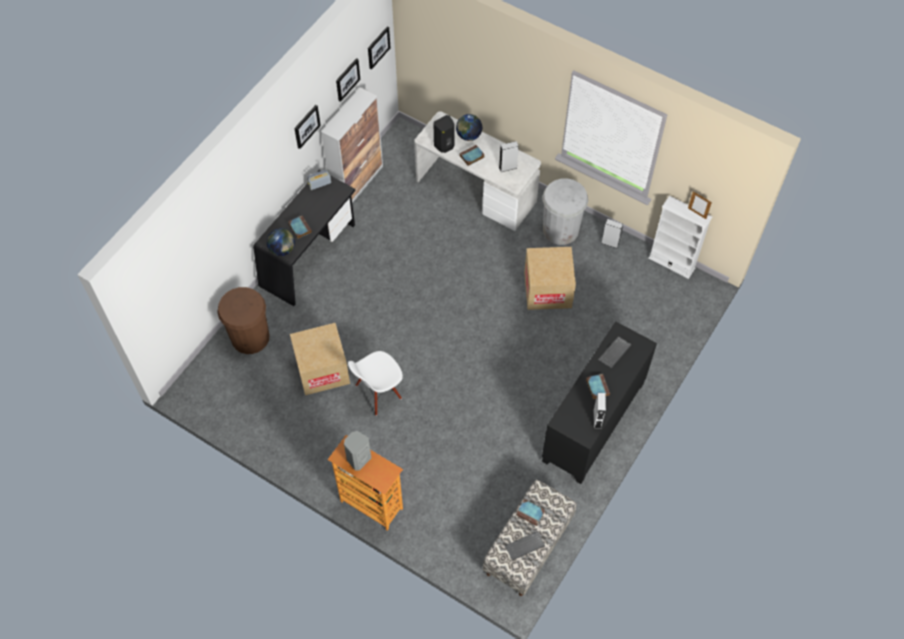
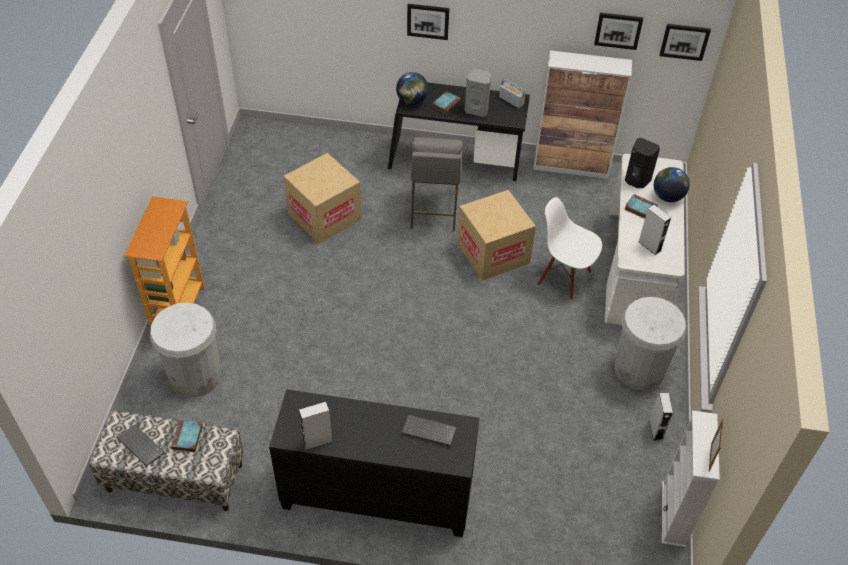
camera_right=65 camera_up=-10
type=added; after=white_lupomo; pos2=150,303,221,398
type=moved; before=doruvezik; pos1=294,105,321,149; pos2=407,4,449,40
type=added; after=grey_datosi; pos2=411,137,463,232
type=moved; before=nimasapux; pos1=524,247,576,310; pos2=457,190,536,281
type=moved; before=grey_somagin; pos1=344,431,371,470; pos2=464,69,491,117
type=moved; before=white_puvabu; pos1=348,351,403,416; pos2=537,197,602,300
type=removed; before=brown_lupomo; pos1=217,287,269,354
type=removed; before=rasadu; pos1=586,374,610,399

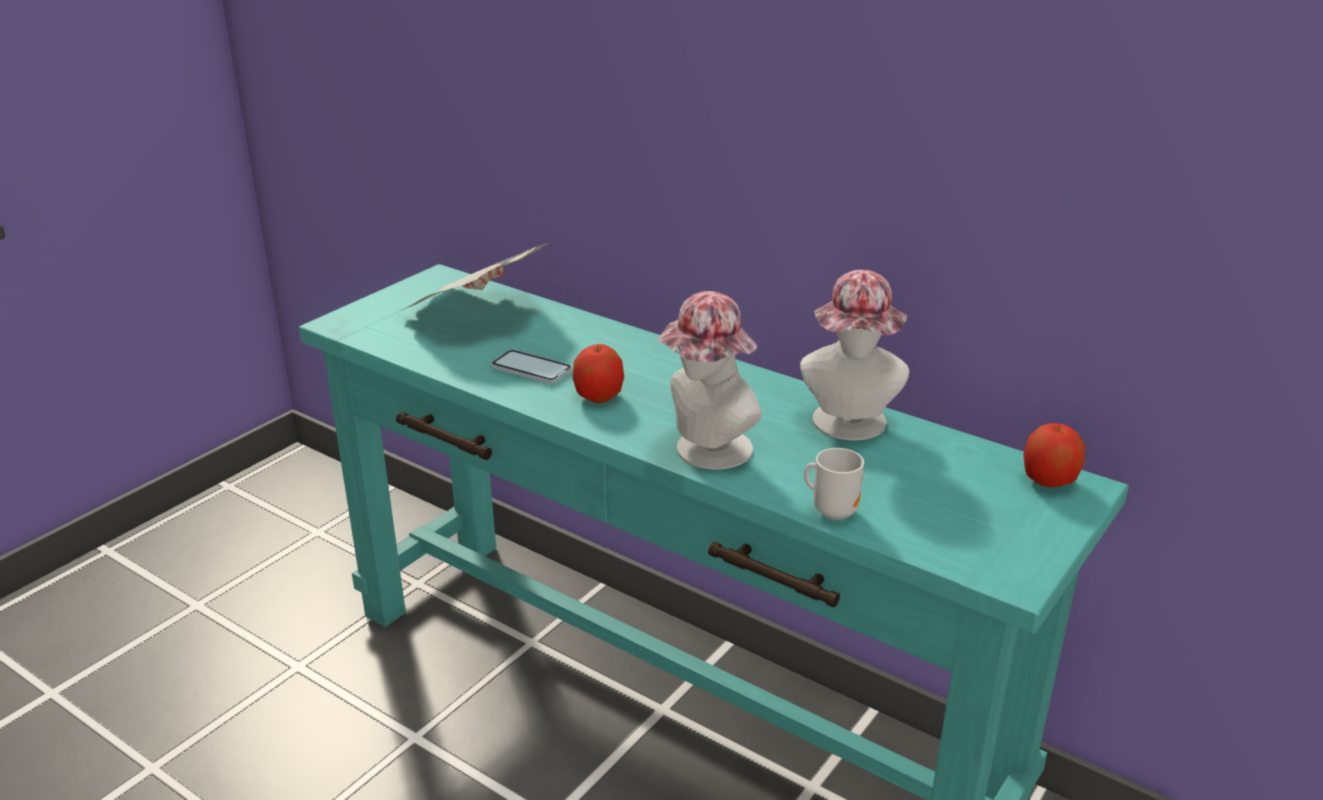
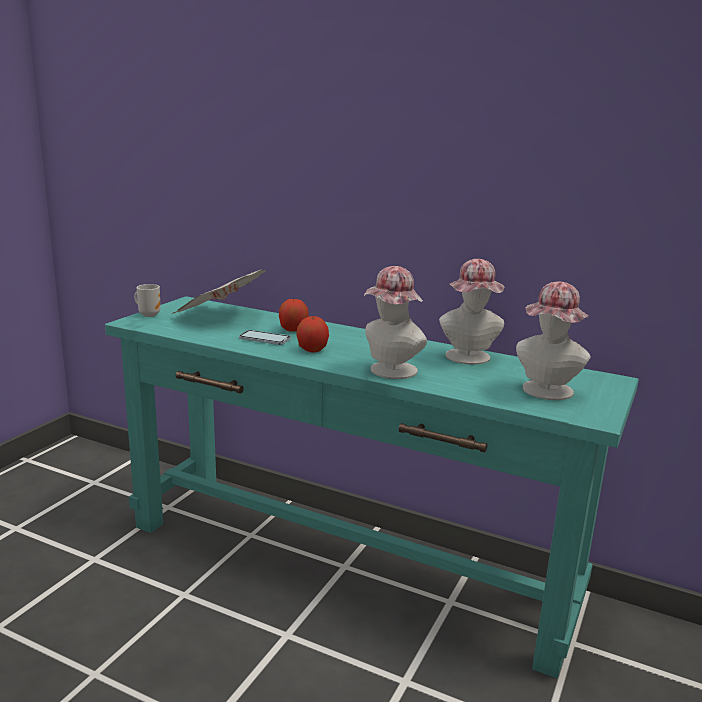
camera_right=-10 camera_up=-10
type=moved; before=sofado; pos1=804,448,864,520; pos2=134,284,161,317
type=moved; before=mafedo; pos1=1023,423,1085,487; pos2=279,298,309,332
type=added; after=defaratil; pos2=516,281,591,400

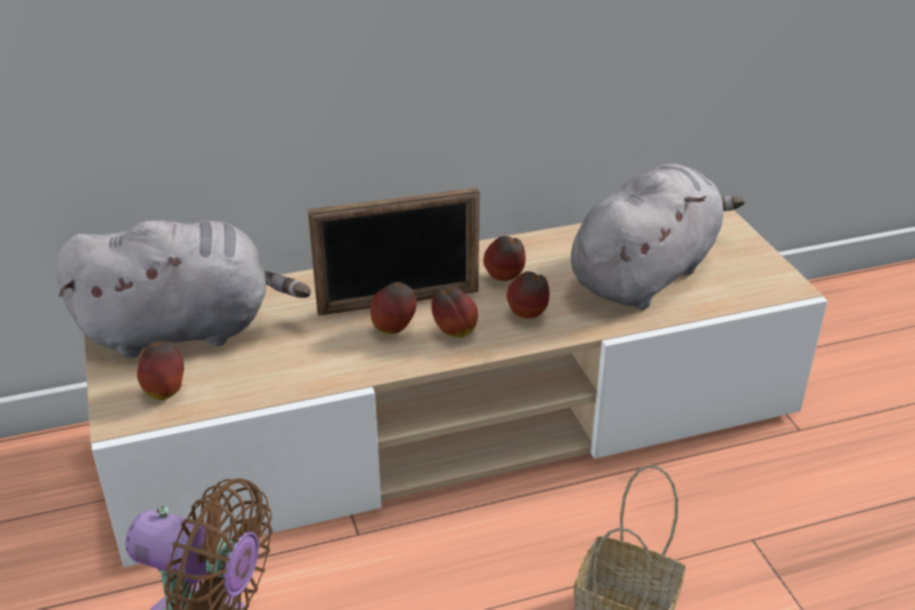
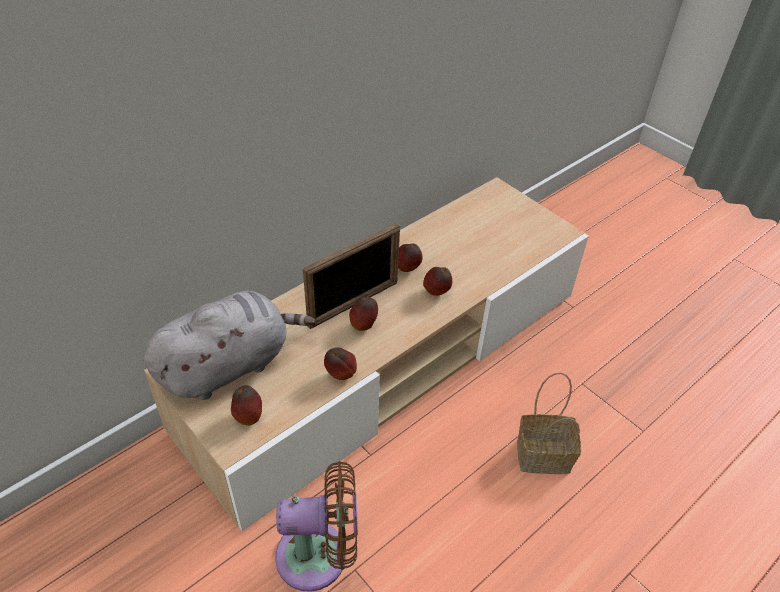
camera_right=-25 camera_up=10
type=moved; before=mafedo; pos1=431,286,478,338; pos2=324,347,357,380
type=removed; before=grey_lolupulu; pos1=571,164,745,309

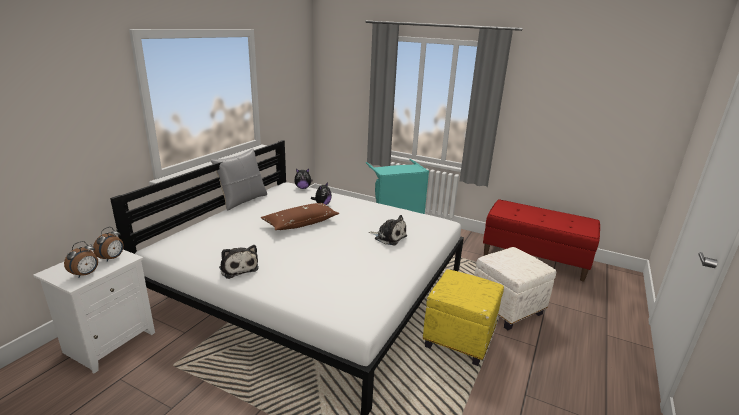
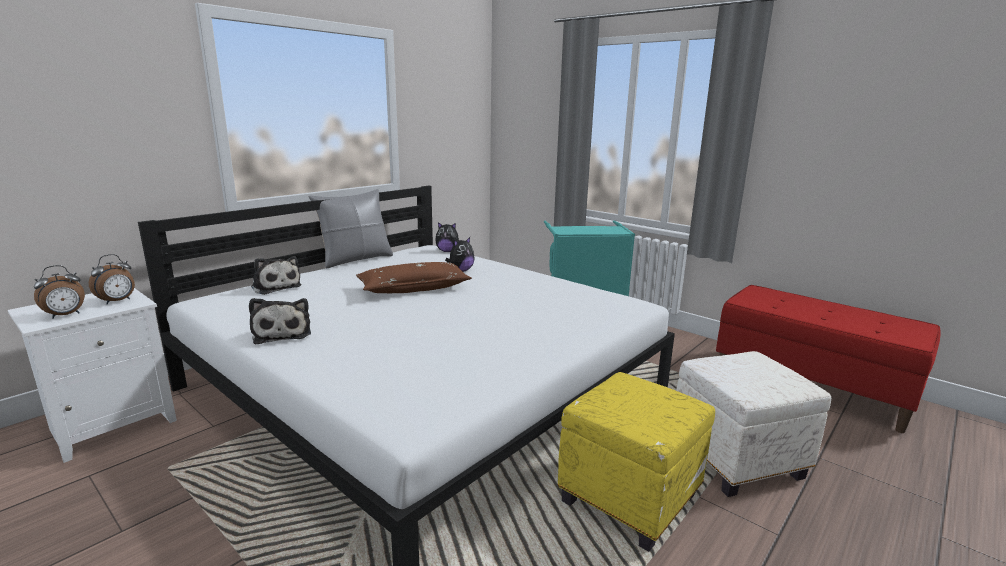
camera_right=15 camera_up=-5
type=moved; before=lolupulu; pos1=369,215,407,245; pos2=251,256,301,295

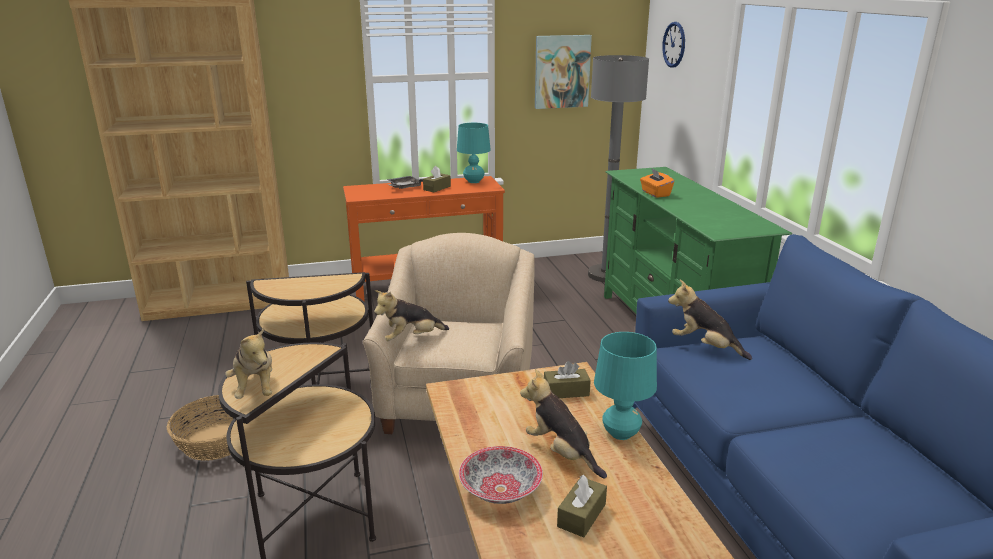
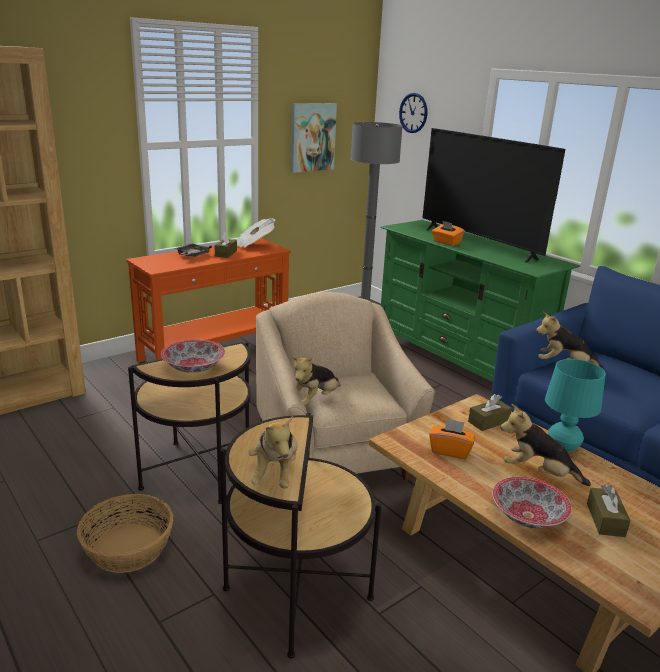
camera_right=-25 camera_up=0
type=added; after=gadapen; pos2=161,339,225,373
type=replaced; before=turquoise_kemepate; after=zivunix; pos1=457,123,491,183; pos2=236,218,276,248
type=turned; before=lolupulu; pos1=225,327,272,399; pos2=249,416,298,488; turn=45
type=added; after=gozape; pos2=423,128,565,263
type=added; after=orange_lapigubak; pos2=429,418,475,459

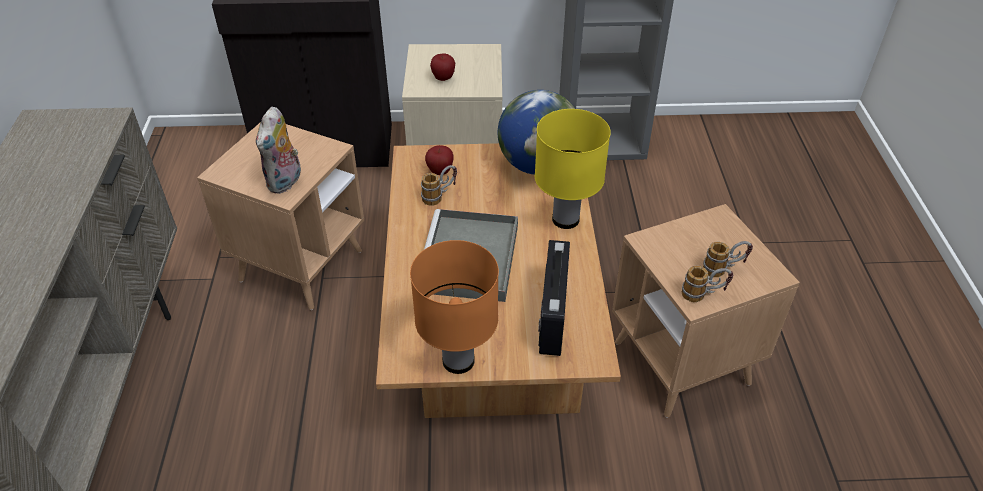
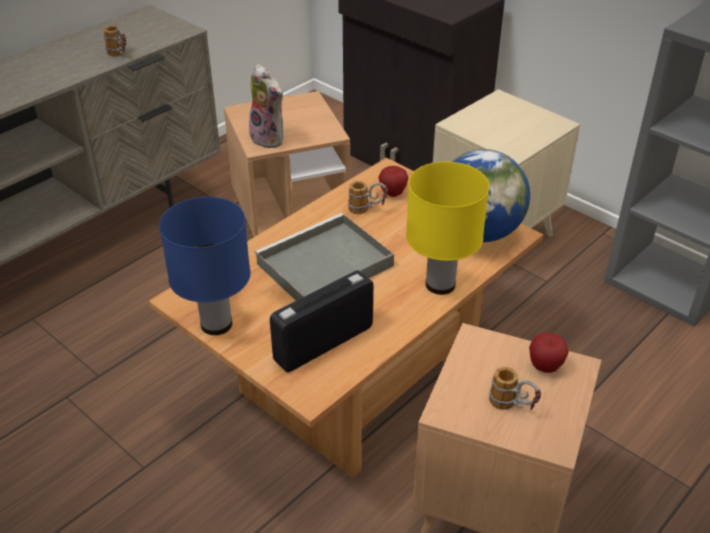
camera_right=45 camera_up=-5
type=moved; before=sofado; pos1=682,266,734,302; pos2=103,25,127,56
type=recoloured; before=orange_kemepate; after=blue_kemepate; pos1=410,240,499,374; pos2=159,197,251,335
type=turned; before=lolupulu; pos1=256,107,301,194; pos2=248,64,284,149; turn=-105
type=moved; before=mafedo; pos1=430,53,455,81; pos2=529,333,569,373

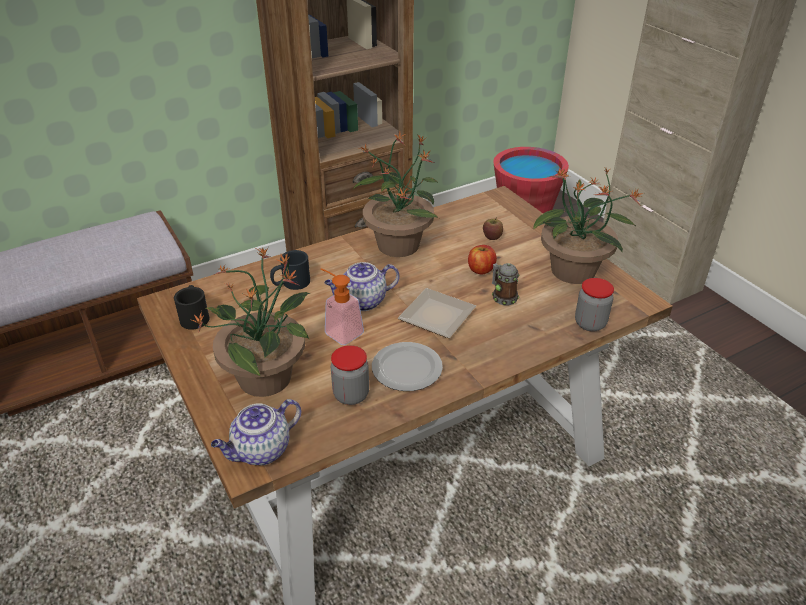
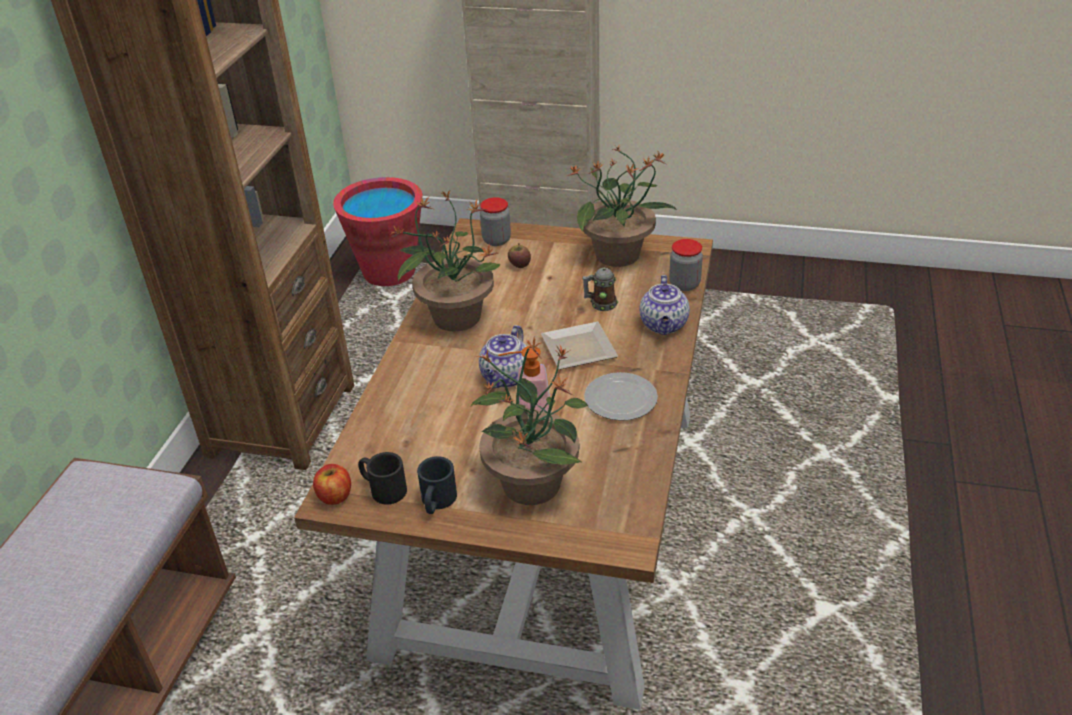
camera_right=-45 camera_up=0
type=moved; before=mafedo; pos1=468,245,497,274; pos2=313,464,351,505
type=moved; before=black_sofado; pos1=270,250,310,290; pos2=417,456,457,514
type=moved; before=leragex; pos1=331,345,369,405; pos2=480,197,511,246
type=moved; before=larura; pos1=211,399,301,465; pos2=639,275,690,335

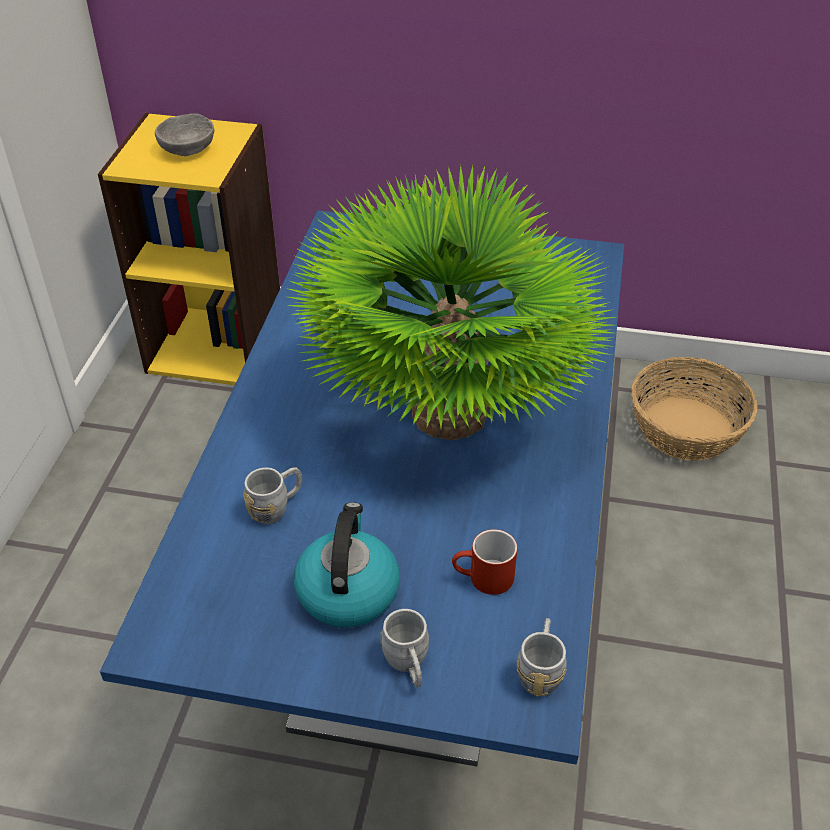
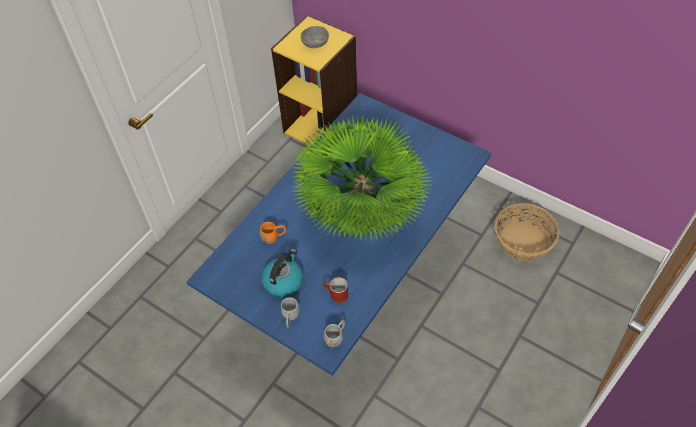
camera_right=25 camera_up=10
type=recoloured; before=grey_sofado; after=orange_sofado; pos1=243,467,302,524; pos2=260,222,286,244

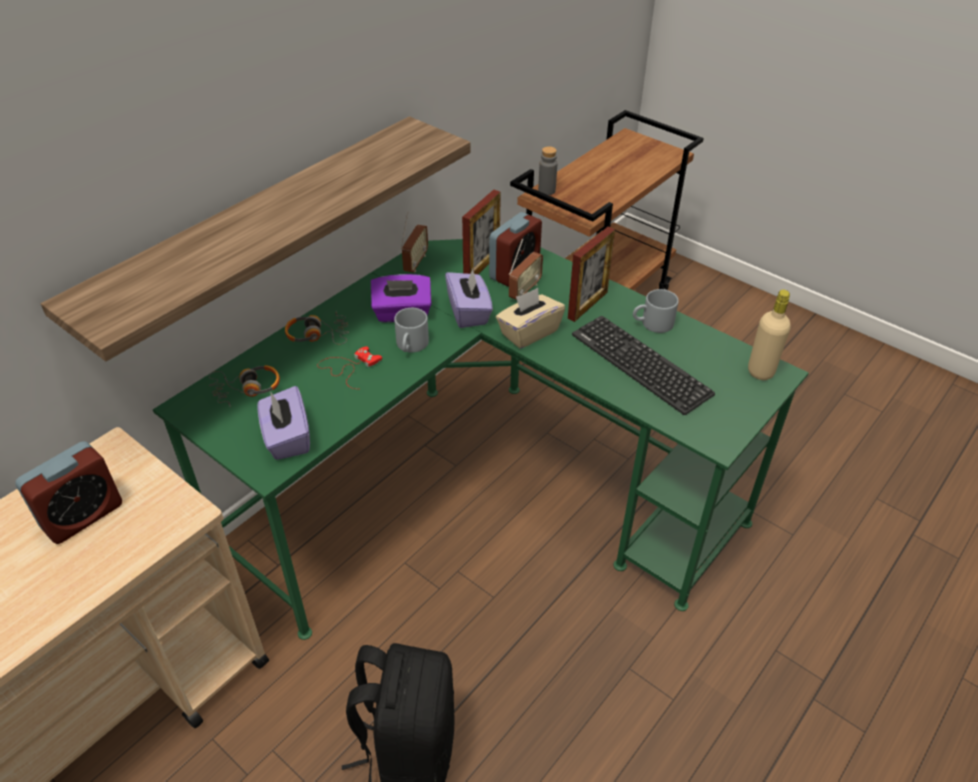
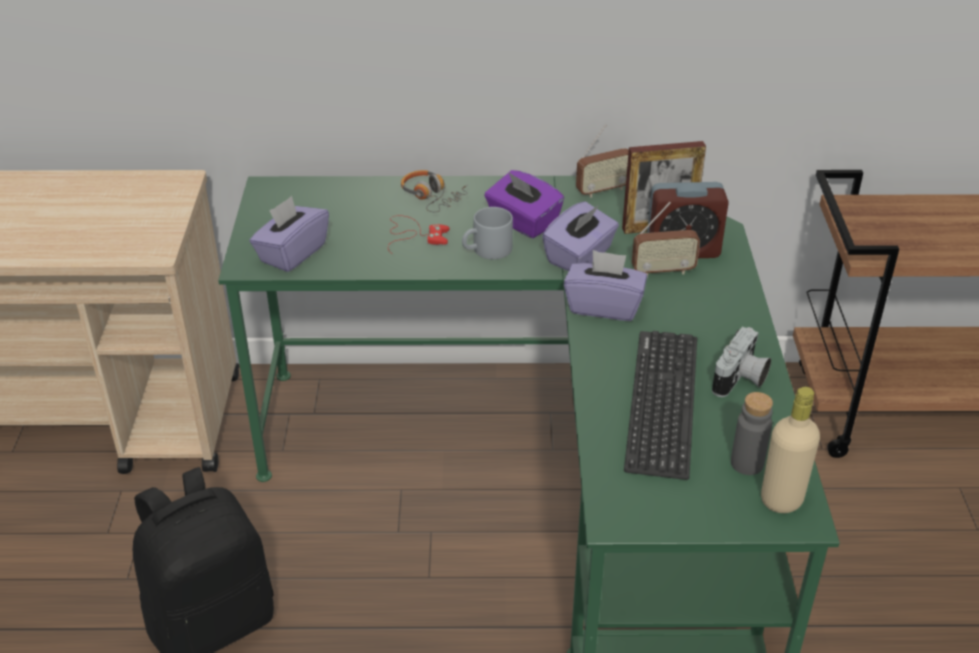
camera_right=50 camera_up=-5
type=recoloured; before=beige_lapigubak; after=purple_lapigubak; pos1=496,288,565,349; pos2=564,250,647,321
type=replaced; before=grey_sofado; after=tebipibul; pos1=633,289,679,333; pos2=712,327,771,397
type=moved; before=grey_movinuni; pos1=538,146,557,195; pos2=731,392,773,475
type=removed; before=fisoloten; pos1=15,441,122,544
type=removed; before=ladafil; pos1=41,116,470,361
type=removed; before=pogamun; pos1=209,365,280,407
type=removed; before=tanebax; pos1=568,227,615,322

